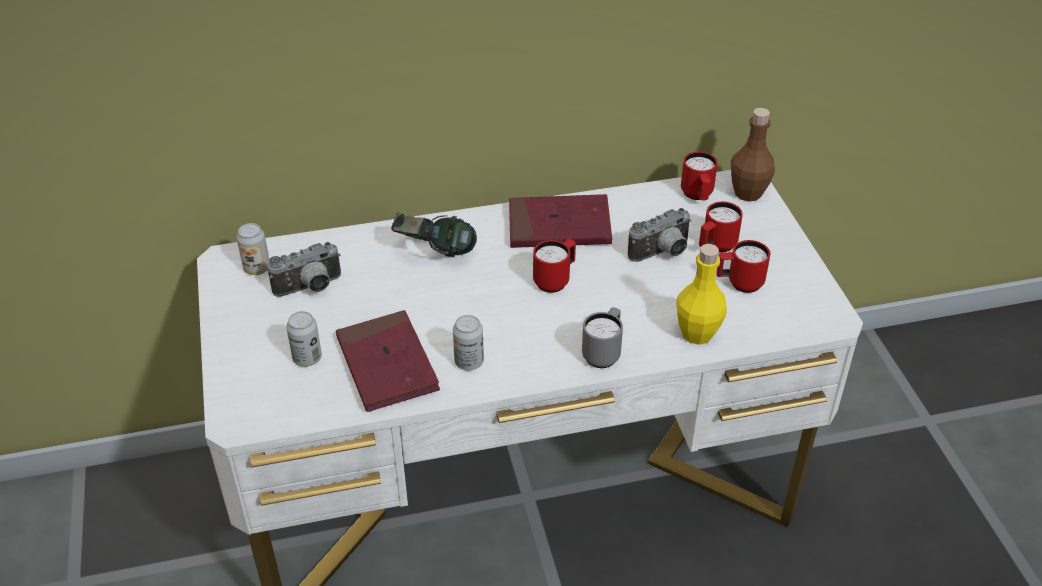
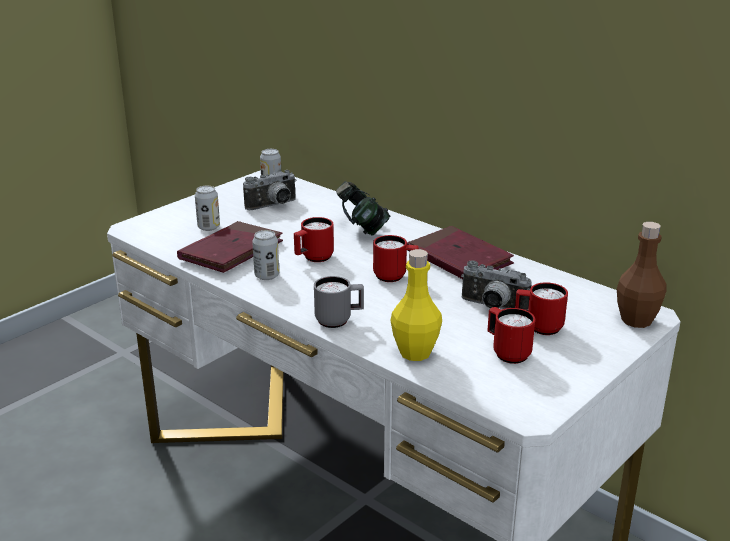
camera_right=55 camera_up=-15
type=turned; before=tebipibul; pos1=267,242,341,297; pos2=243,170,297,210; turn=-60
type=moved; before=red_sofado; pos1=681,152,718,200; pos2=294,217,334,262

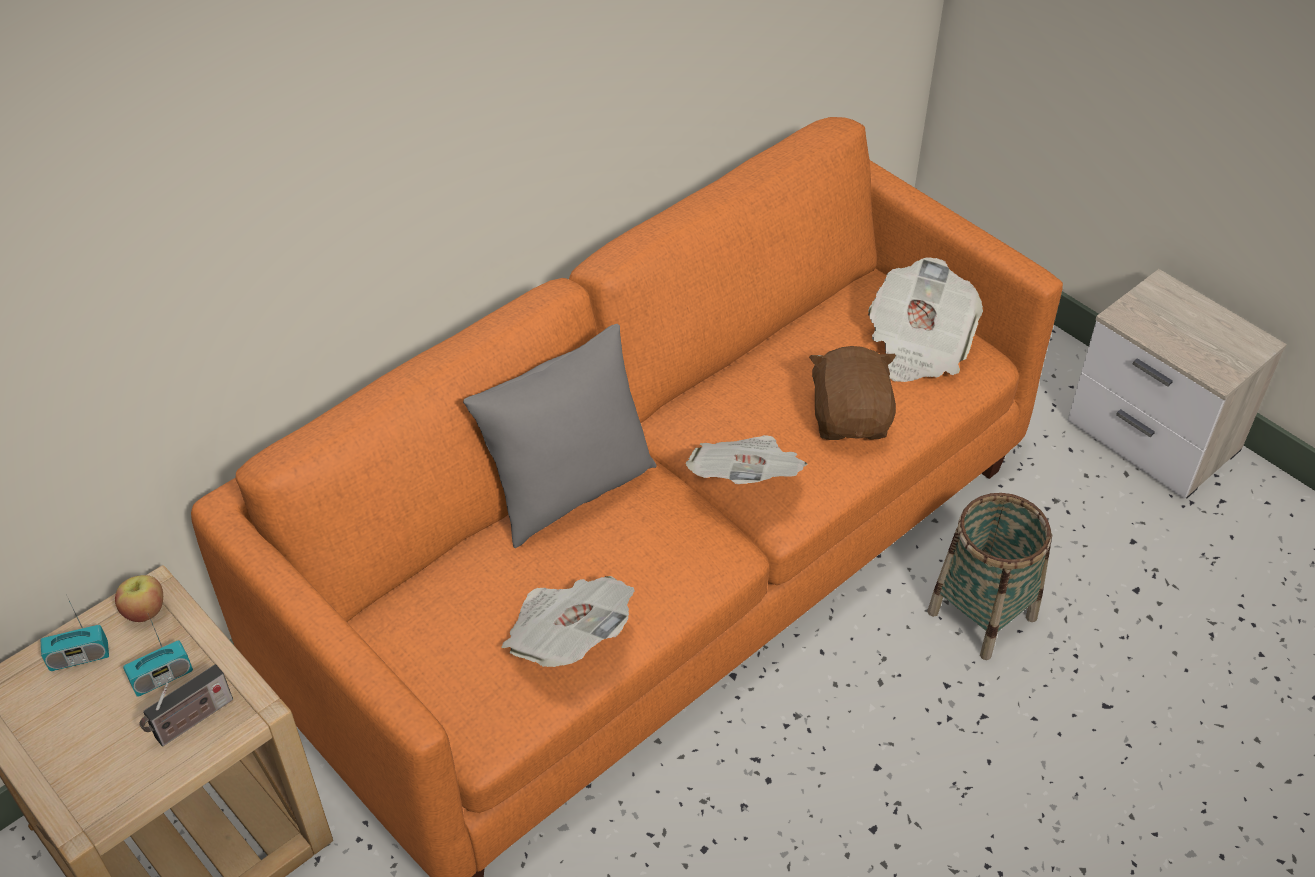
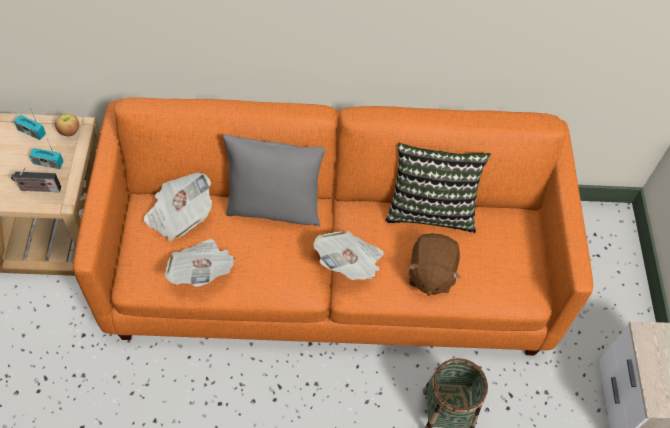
camera_right=40 camera_up=10
type=moved; before=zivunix; pos1=868,257,983,382; pos2=144,173,212,242
type=added; after=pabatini; pos2=386,143,491,233
type=turned; before=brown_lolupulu; pos1=809,346,896,440; pos2=408,233,460,296; turn=150

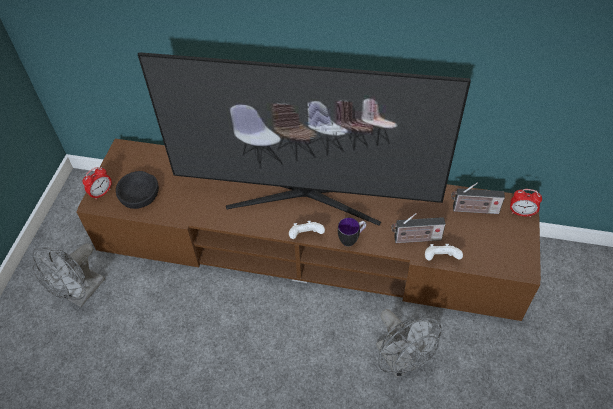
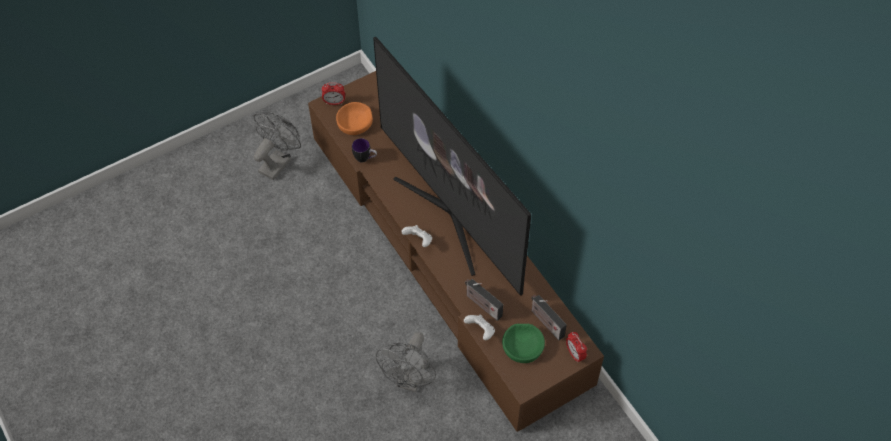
camera_right=45 camera_up=5
type=turned; before=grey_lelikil; pos1=32,243,105,307; pos2=253,112,301,180; turn=135
type=recoloured; before=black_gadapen; after=orange_gadapen; pos1=116,171,159,209; pos2=336,102,373,135
type=moved; before=sofado; pos1=338,218,366,247; pos2=352,138,377,162
type=added; after=green_gadapen; pos2=502,324,545,363

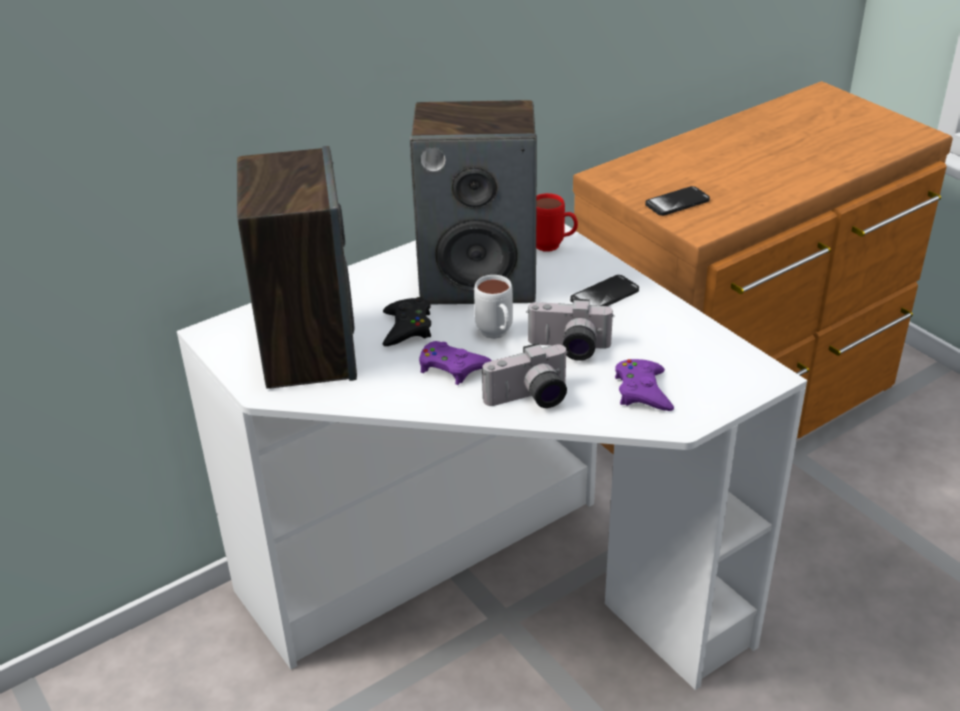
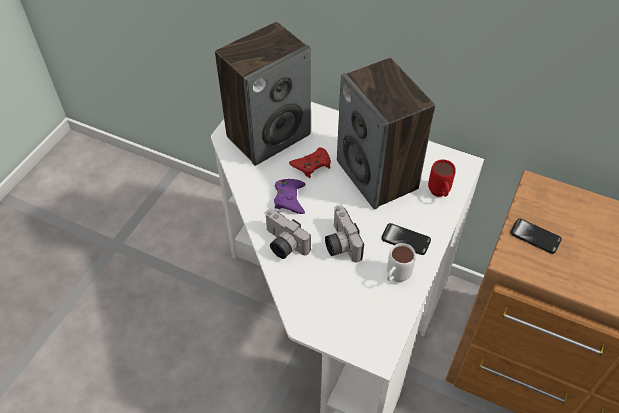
camera_right=60 camera_up=15
type=recoloured; before=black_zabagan; after=red_zabagan; pos1=383,297,431,346; pos2=289,147,331,178
type=moved; before=white_sofado; pos1=474,275,513,339; pos2=387,243,416,282
type=removed; before=purple_zabagan; pos1=615,359,674,411

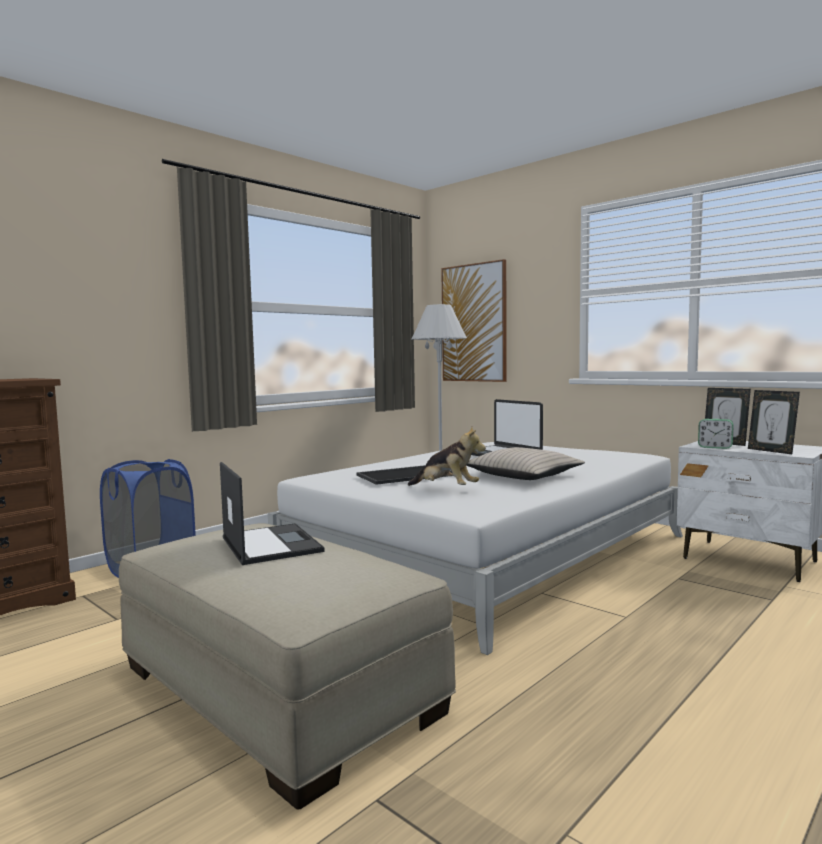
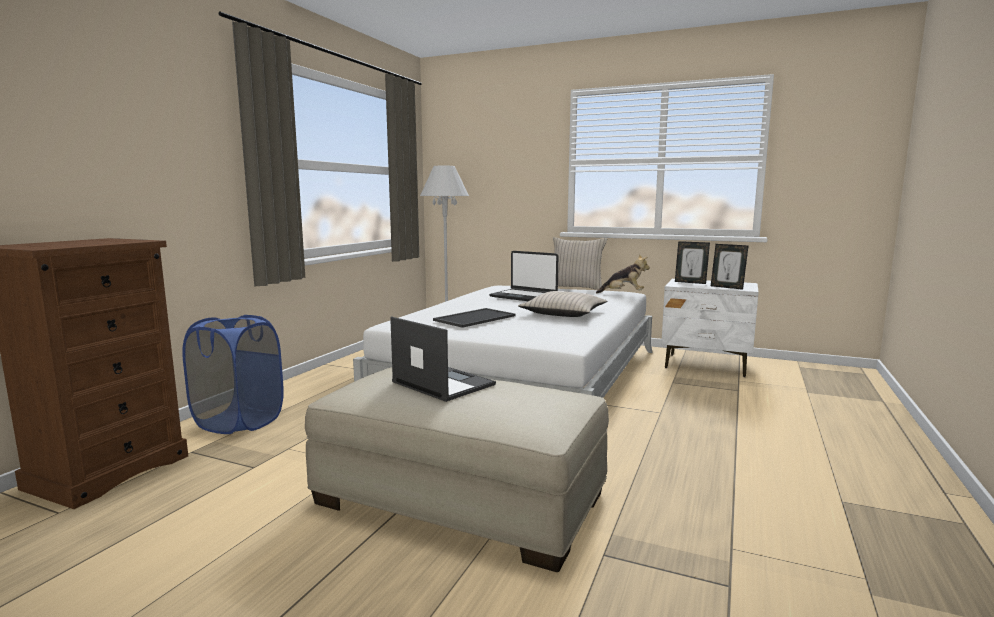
camera_right=-20 camera_up=5
type=added; after=beige_pabatini; pos2=553,237,607,290
type=moved; before=lolupulu; pos1=408,427,486,486; pos2=596,255,650,294
type=removed; before=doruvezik; pos1=441,259,507,382
type=removed; before=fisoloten; pos1=698,419,734,449

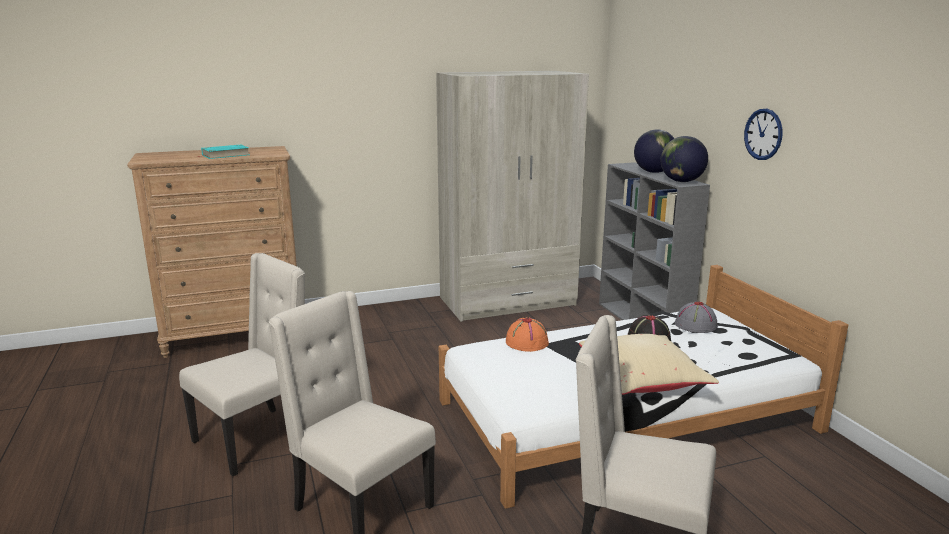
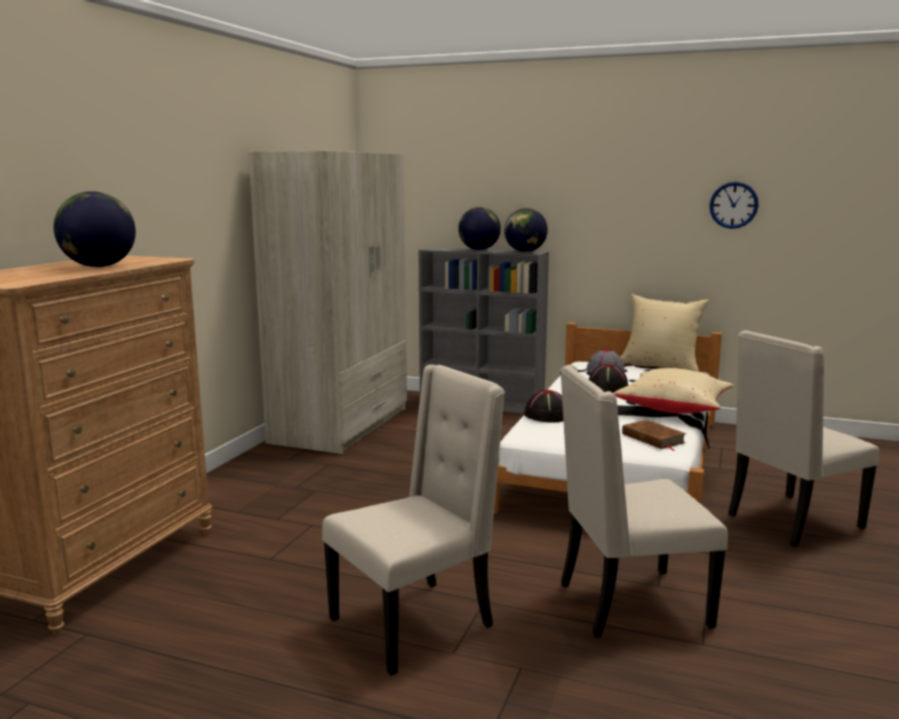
camera_right=-50 camera_up=-5
type=replaced; before=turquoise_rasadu; after=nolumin; pos1=198,145,249,159; pos2=54,191,136,267
type=turned; before=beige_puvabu; pos1=179,253,305,476; pos2=322,365,505,676; turn=60
type=recoloured; before=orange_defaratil; after=black_defaratil; pos1=506,318,549,352; pos2=524,390,563,423
type=added; after=beige_pabatini; pos2=620,294,709,372
type=added; after=brown_rasadu; pos2=622,420,686,451
type=moved; before=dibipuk; pos1=744,109,783,160; pos2=709,182,758,229

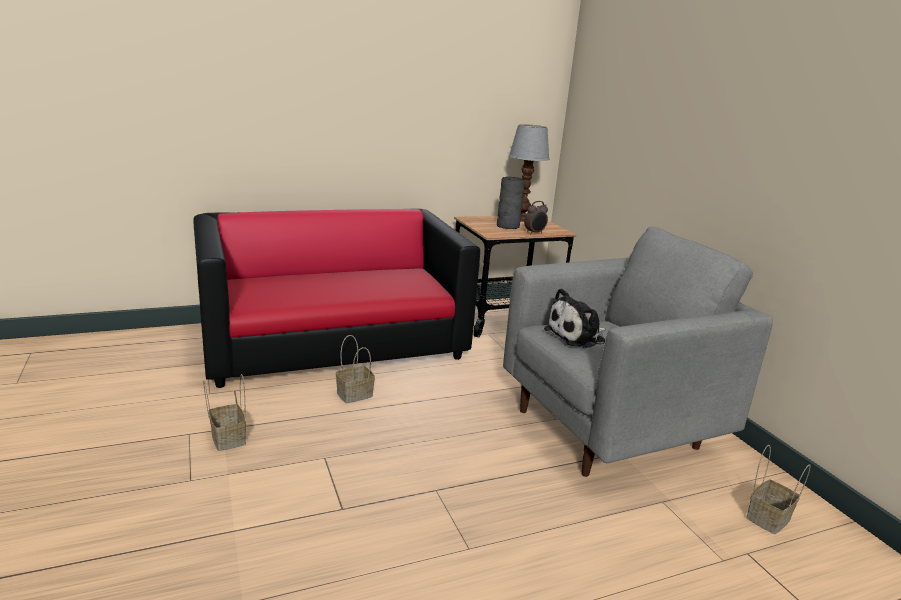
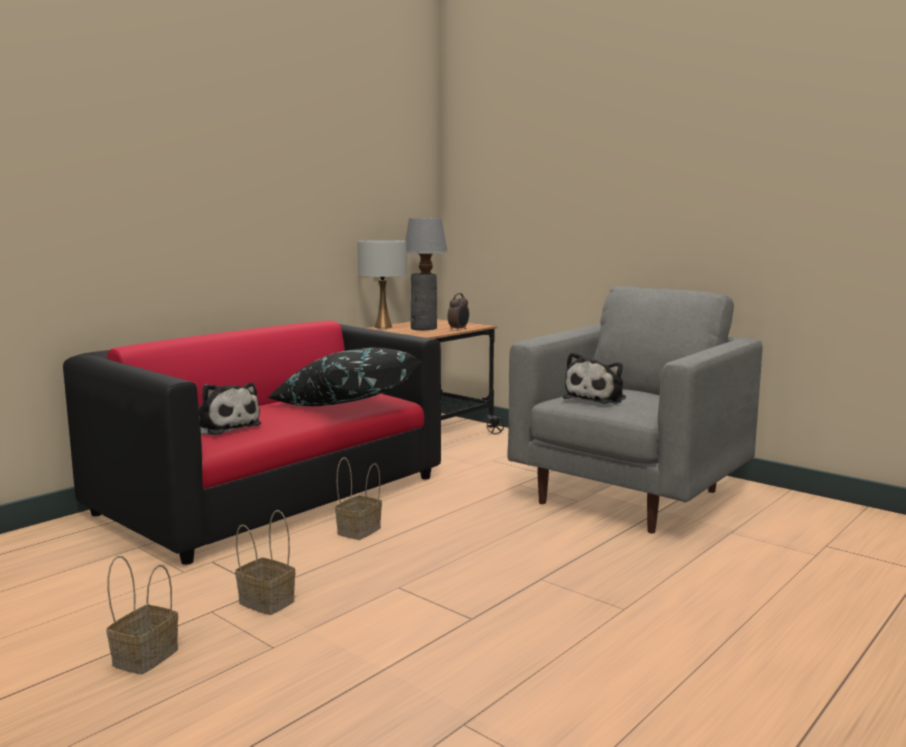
camera_right=-25 camera_up=-10
type=moved; before=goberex; pos1=746,445,810,534; pos2=106,556,178,675
type=added; after=lolupulu; pos2=199,382,262,435
type=added; after=black_pabatini; pos2=267,348,421,406
type=added; after=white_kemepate; pos2=357,240,407,329

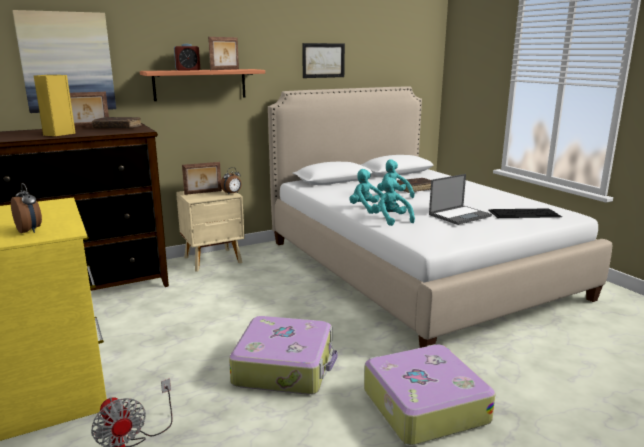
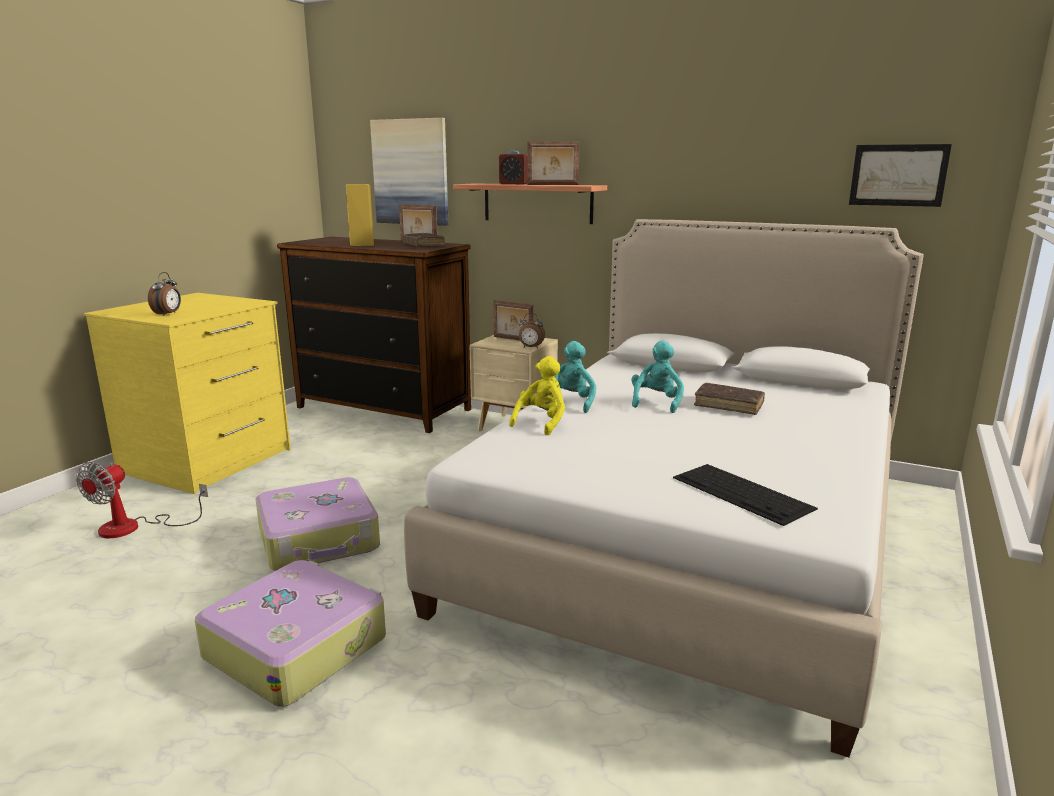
camera_right=55 camera_up=0
type=recoloured; before=turquoise_lolupulu; after=yellow_lolupulu; pos1=372,177,415,226; pos2=509,356,565,435
type=moved; before=doruvezik; pos1=302,43,345,78; pos2=849,144,952,207
type=removed; before=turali; pos1=429,174,492,225

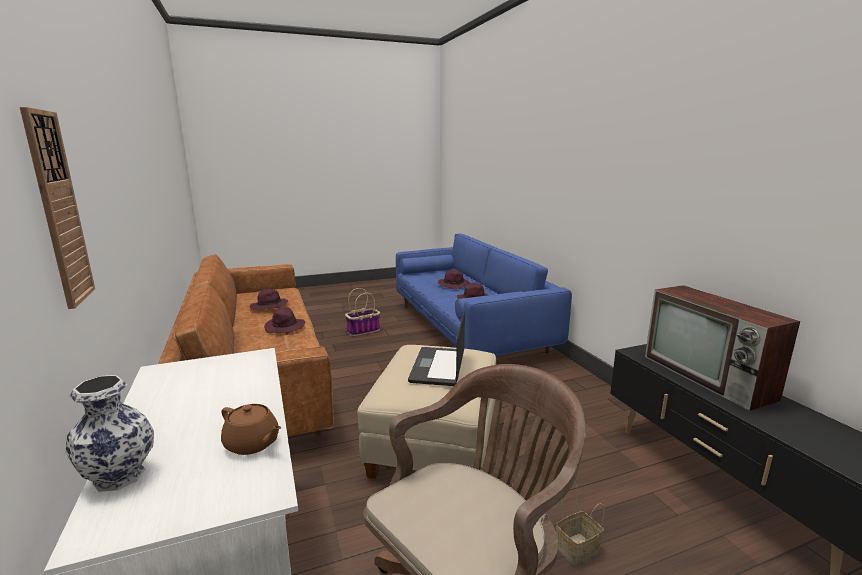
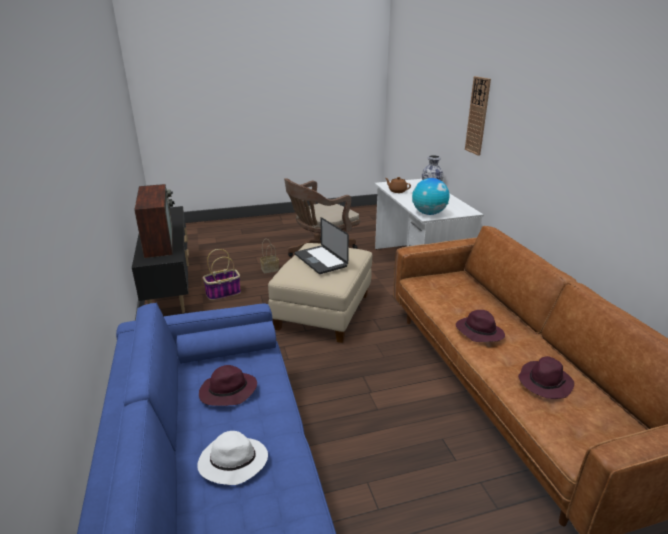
camera_right=-175 camera_up=10
type=recoloured; before=purple_defaratil; after=white_defaratil; pos1=438,269,470,289; pos2=197,431,268,485
type=moved; before=goberex; pos1=345,288,380,336; pos2=203,249,241,300
type=turned; before=turali; pos1=408,310,465,386; pos2=295,217,349,274; turn=135
type=added; after=nolumin; pos2=412,178,449,215

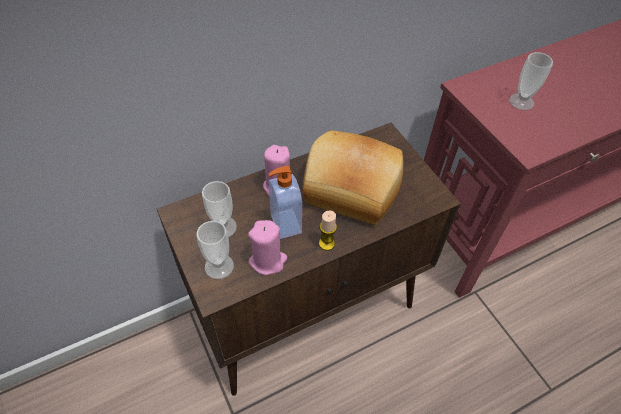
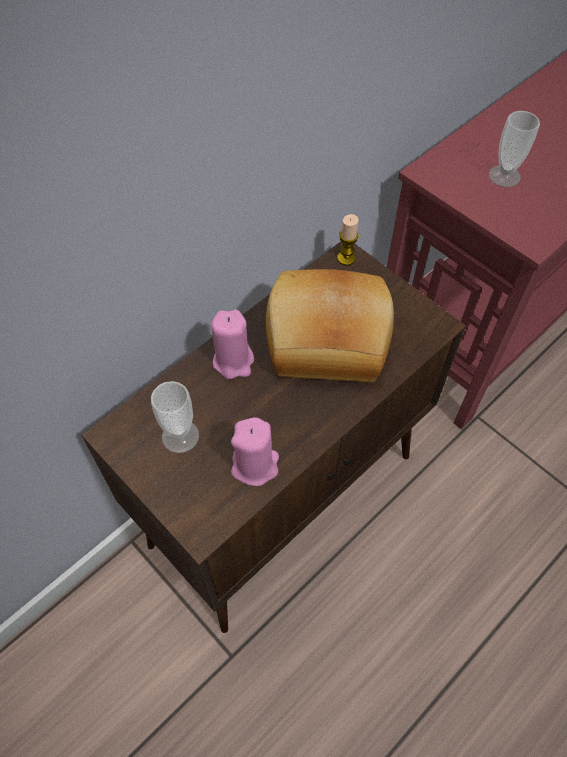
camera_right=-15 camera_up=5
type=moved; before=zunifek; pos1=319,211,337,251; pos2=337,214,359,265
type=removed; before=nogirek; pos1=197,221,234,279
type=removed; before=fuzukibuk; pos1=268,166,302,239

